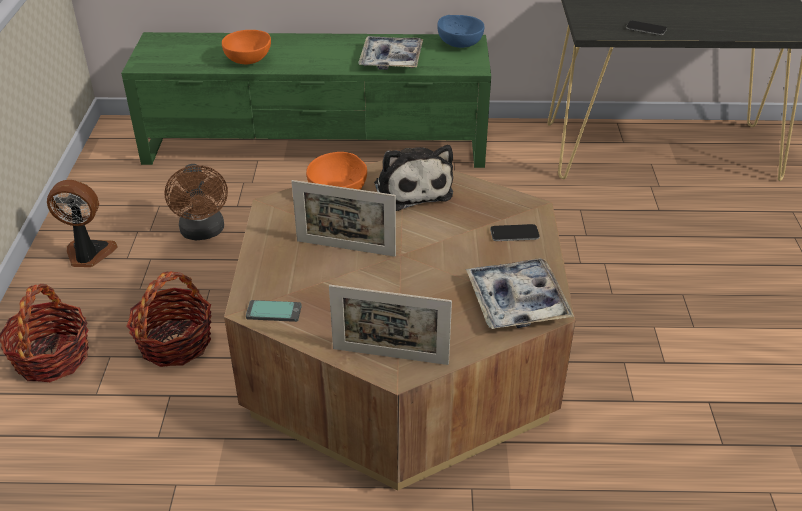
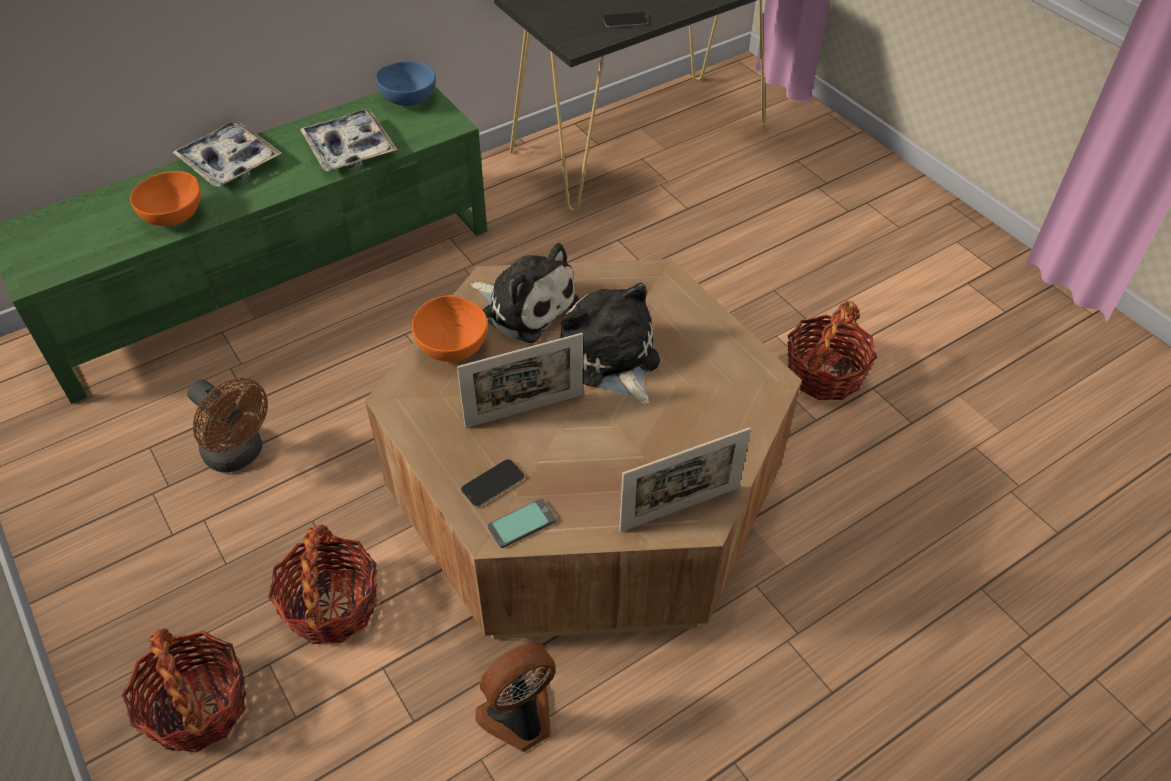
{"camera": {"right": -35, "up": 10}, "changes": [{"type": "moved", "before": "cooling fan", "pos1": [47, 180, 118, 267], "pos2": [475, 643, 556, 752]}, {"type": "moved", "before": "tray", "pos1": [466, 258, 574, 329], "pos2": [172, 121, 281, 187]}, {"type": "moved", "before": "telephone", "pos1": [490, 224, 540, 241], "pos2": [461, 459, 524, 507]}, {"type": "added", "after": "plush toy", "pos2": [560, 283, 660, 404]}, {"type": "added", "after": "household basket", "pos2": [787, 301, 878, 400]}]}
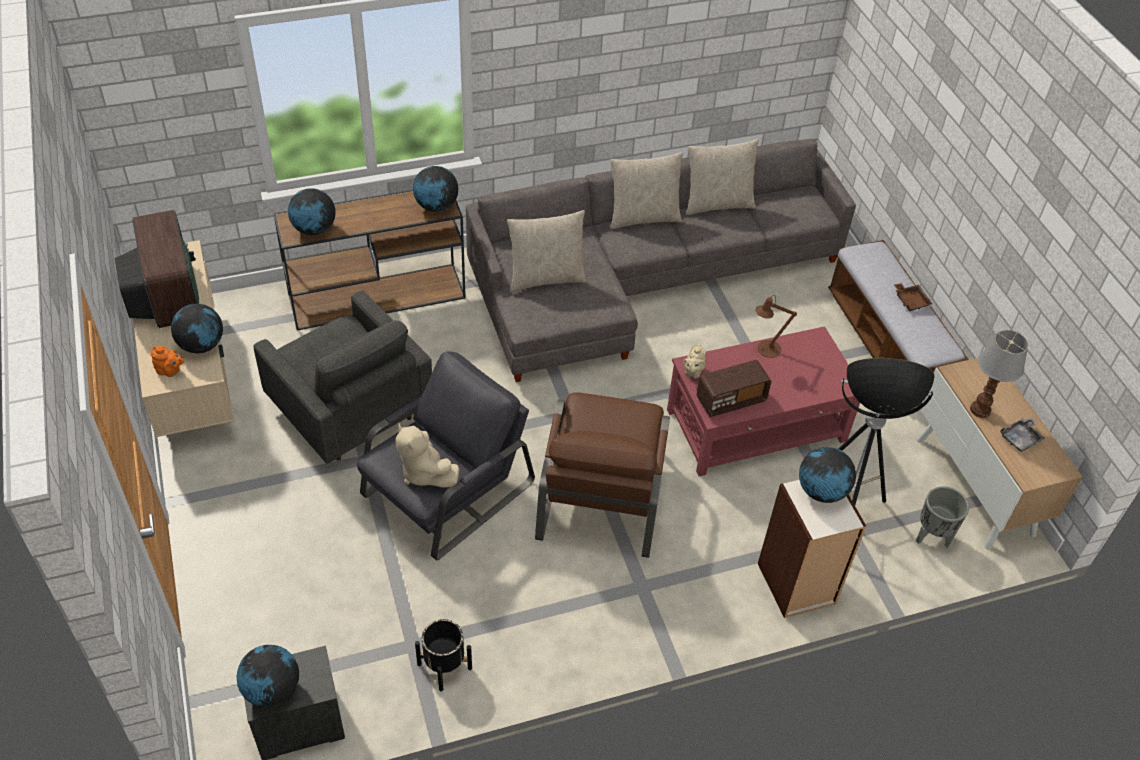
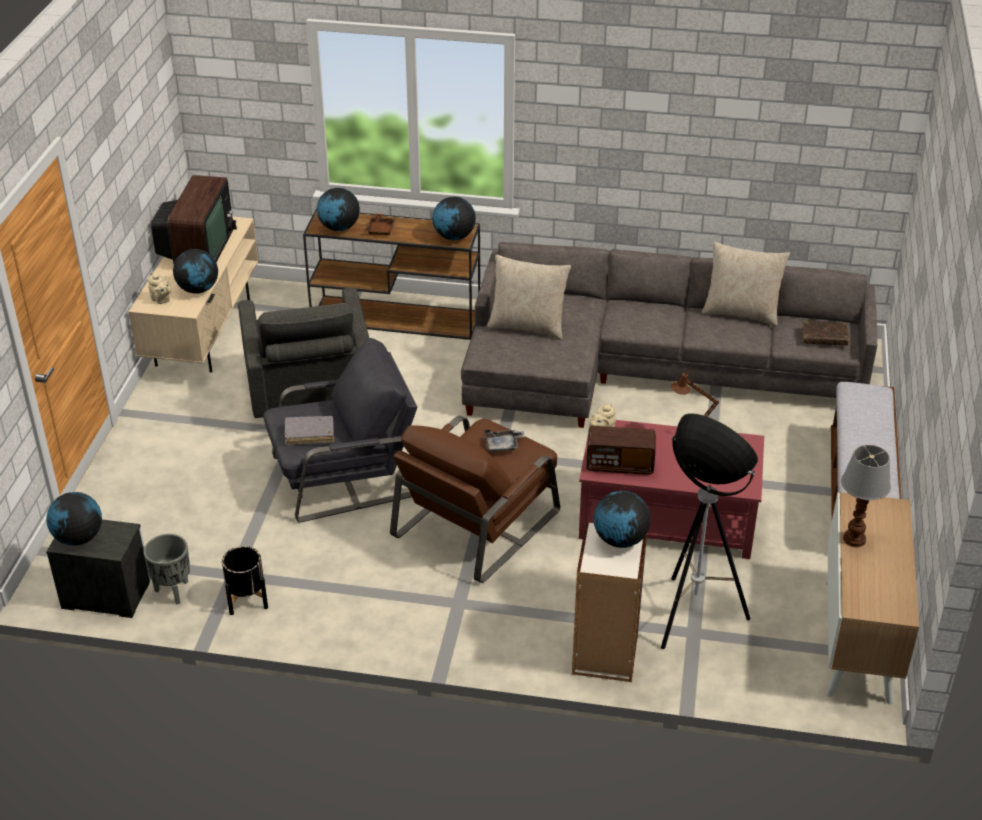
{"camera": {"right": 30, "up": -10}, "changes": [{"type": "recoloured", "before": "pot for tea in orange-coloured", "after": "pot for tea in beige-coloured", "pos1": [150, 346, 184, 377], "pos2": [148, 272, 171, 304]}, {"type": "replaced", "before": "plush toy in beige-coloured", "after": "book in gray", "pos1": [395, 424, 460, 488], "pos2": [285, 416, 334, 446]}, {"type": "removed", "before": "pillow in beige-coloured", "pos1": [610, 152, 683, 229]}, {"type": "moved", "before": "tray in brownish", "pos1": [894, 283, 932, 311], "pos2": [366, 213, 396, 236]}, {"type": "moved", "before": "plant pot in gray", "pos1": [916, 486, 969, 548], "pos2": [143, 534, 190, 605]}, {"type": "moved", "before": "tray in gray", "pos1": [1000, 417, 1045, 452], "pos2": [485, 429, 525, 452]}, {"type": "added", "after": "book in brownish", "pos2": [802, 320, 849, 346]}]}
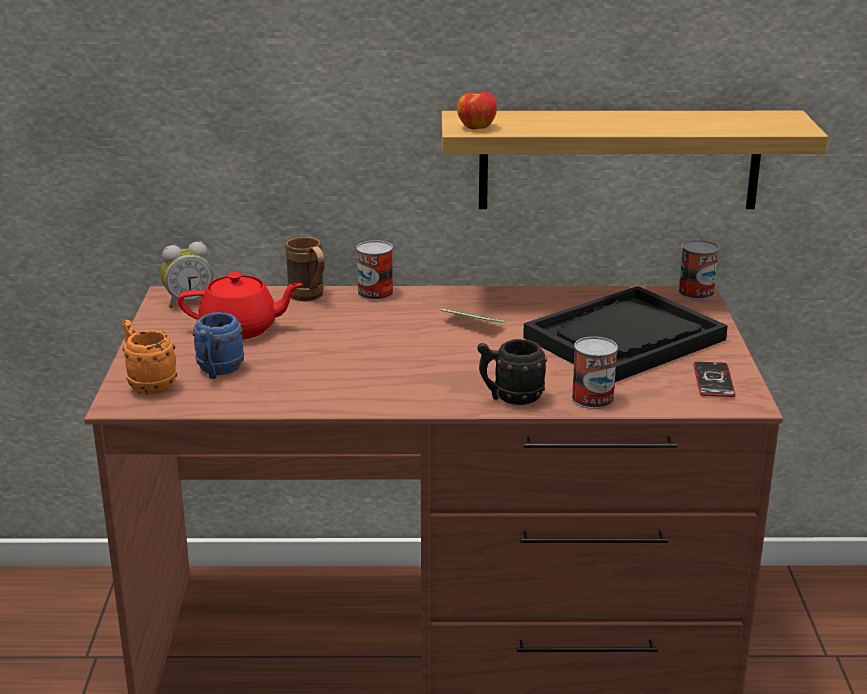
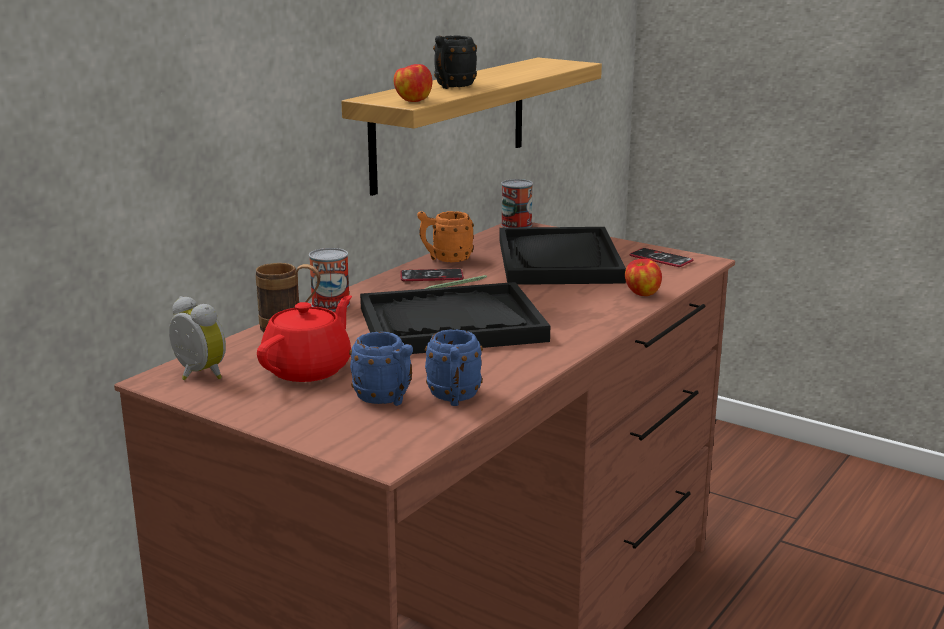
{"camera": {"right": -55, "up": -5}, "changes": [{"type": "moved", "before": "tea mug in orange-coloured", "pos1": [122, 320, 177, 394], "pos2": [417, 211, 474, 262]}, {"type": "turned", "before": "bedside clock", "pos1": [161, 242, 213, 308], "pos2": [169, 296, 226, 380], "turn": -60}, {"type": "moved", "before": "tea mug in blackish", "pos1": [477, 339, 547, 405], "pos2": [433, 35, 477, 89]}, {"type": "replaced", "before": "can", "after": "whole apple", "pos1": [572, 337, 618, 409], "pos2": [625, 259, 662, 296]}, {"type": "added", "after": "tray in blackish", "pos2": [360, 282, 550, 354]}, {"type": "added", "after": "telephone", "pos2": [400, 269, 464, 281]}, {"type": "added", "after": "tea mug in blue", "pos2": [425, 329, 483, 406]}]}
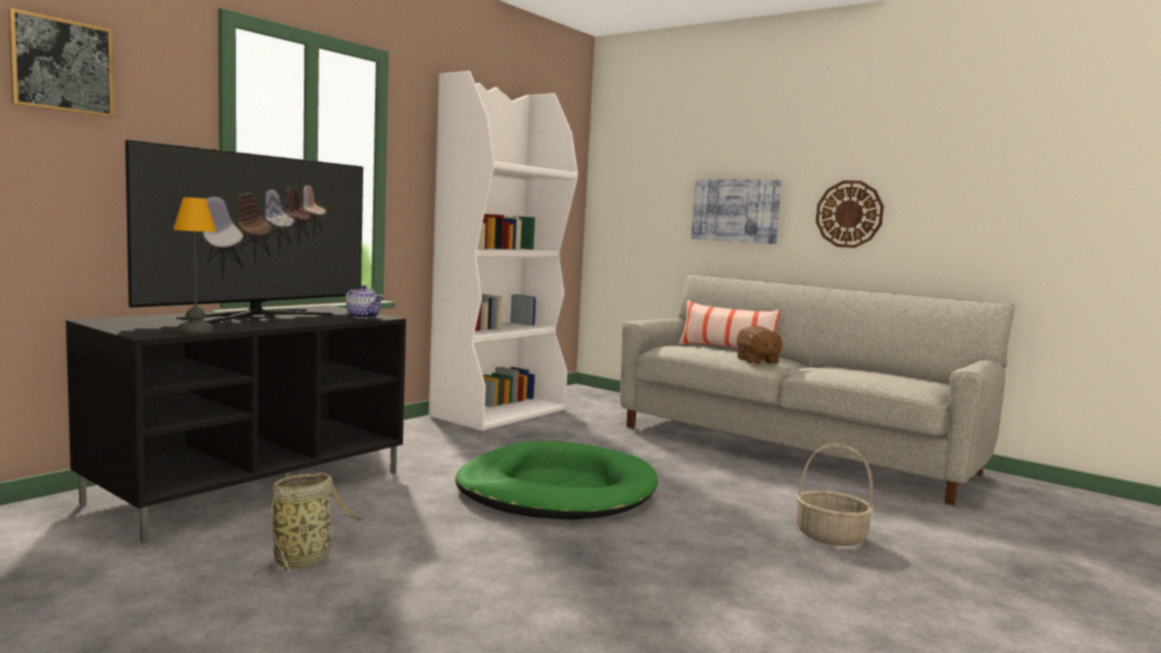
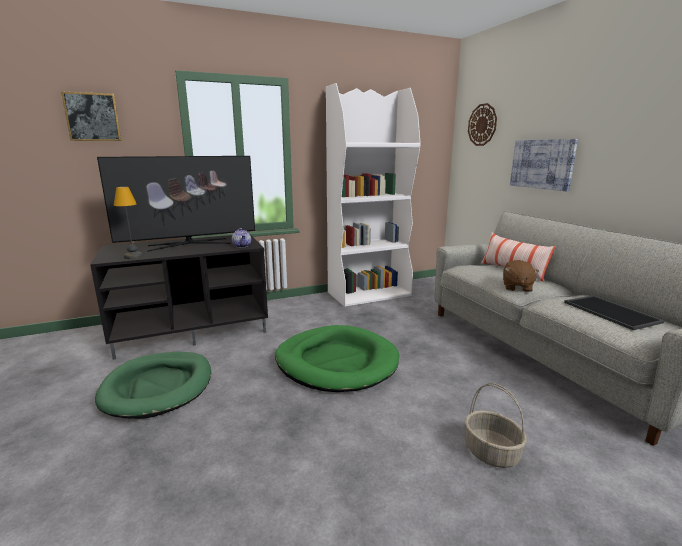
{"camera": {"right": 30, "up": 10}, "changes": [{"type": "replaced", "before": "household basket", "after": "dog bed in greenish", "pos1": [253, 473, 362, 577], "pos2": [95, 352, 211, 419]}, {"type": "moved", "before": "wall clock", "pos1": [816, 181, 884, 248], "pos2": [468, 103, 497, 146]}, {"type": "added", "after": "tray", "pos2": [564, 295, 664, 330]}]}
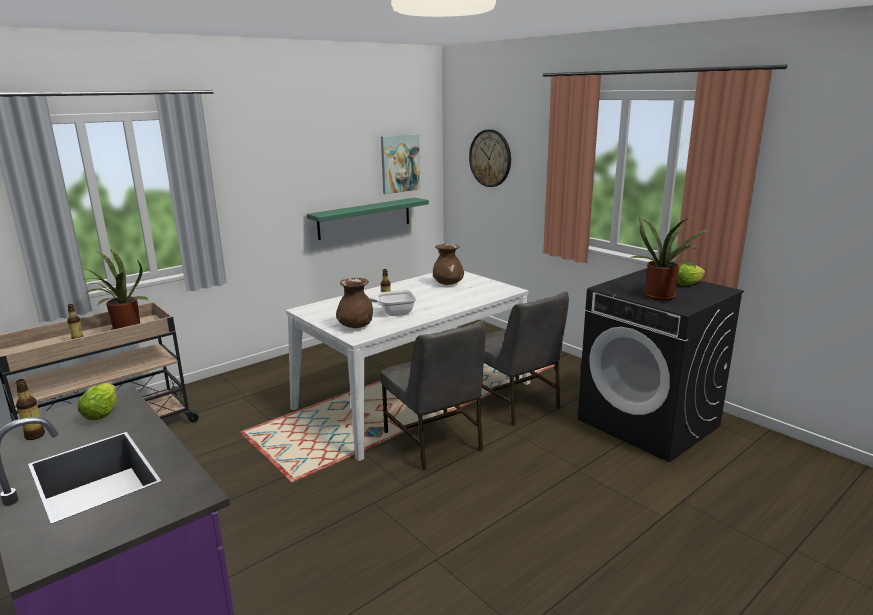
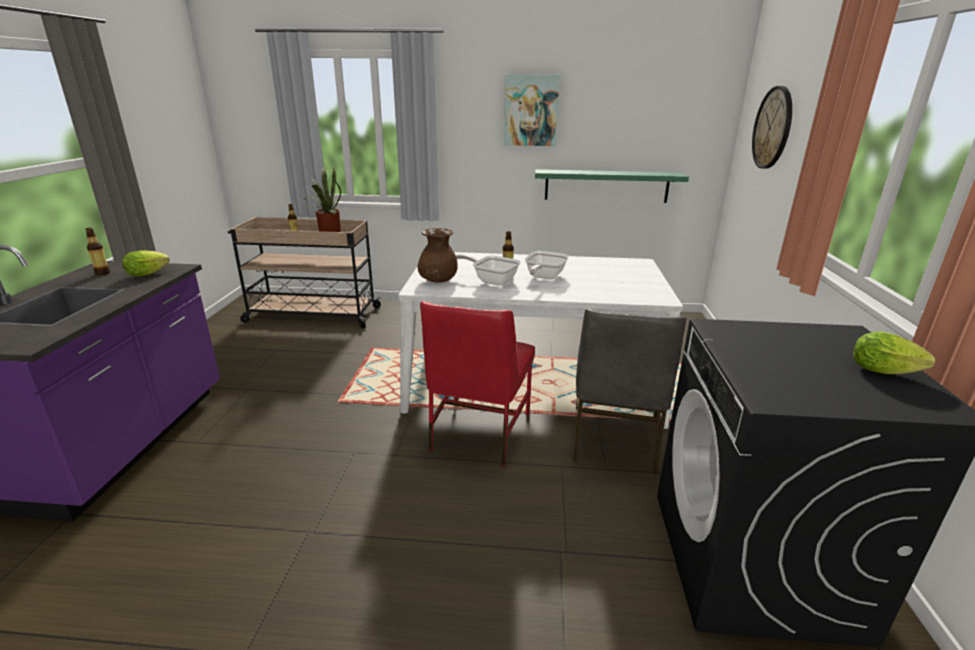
{"camera": {"right": 45, "up": 5}, "changes": [{"type": "recoloured", "before": "chair in gray", "after": "chair in red", "pos1": [380, 320, 486, 470], "pos2": [420, 301, 535, 466]}, {"type": "moved", "before": "picture", "pos1": [381, 134, 420, 194], "pos2": [504, 74, 560, 146]}, {"type": "removed", "before": "flower vase in brownish", "pos1": [433, 244, 464, 285]}, {"type": "removed", "before": "potted plant", "pos1": [630, 216, 710, 301]}, {"type": "added", "after": "pan", "pos2": [525, 251, 569, 280]}]}
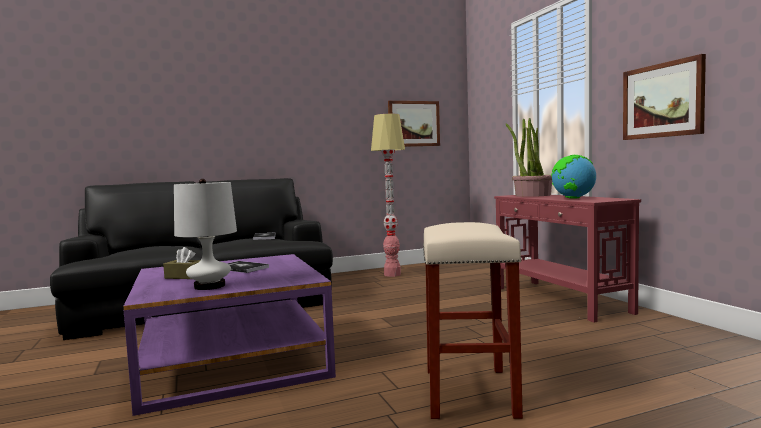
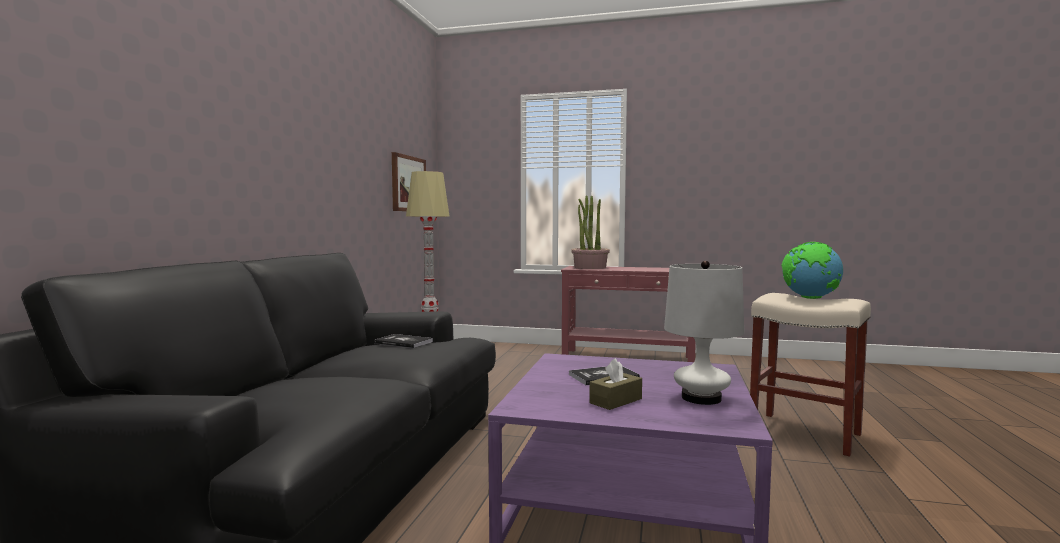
{"camera": {"right": -55, "up": 0}, "changes": [{"type": "moved", "before": "globe", "pos1": [551, 155, 596, 199], "pos2": [781, 242, 843, 299]}, {"type": "removed", "before": "picture", "pos1": [623, 54, 706, 140]}]}
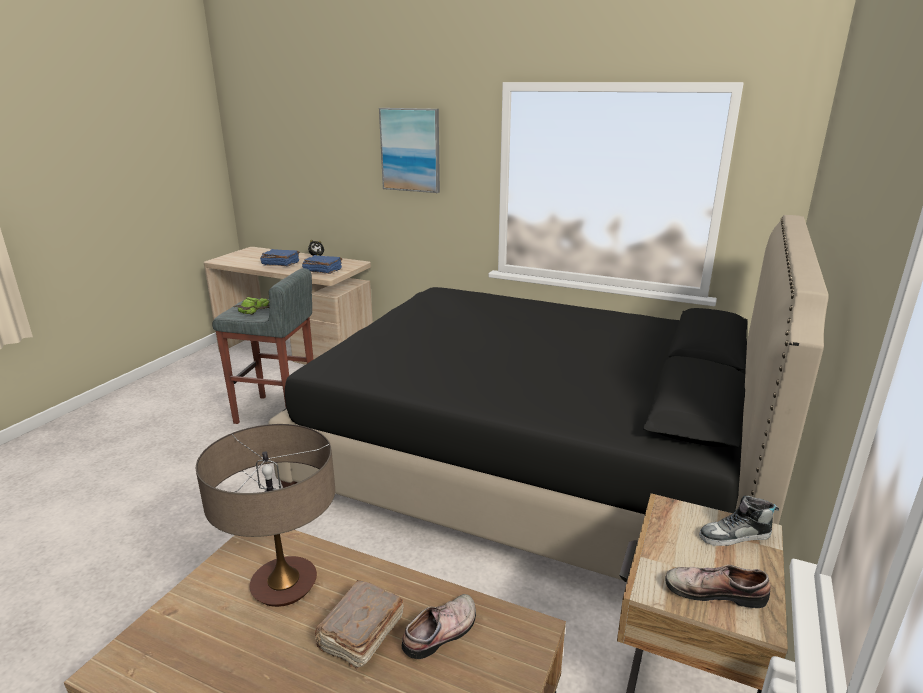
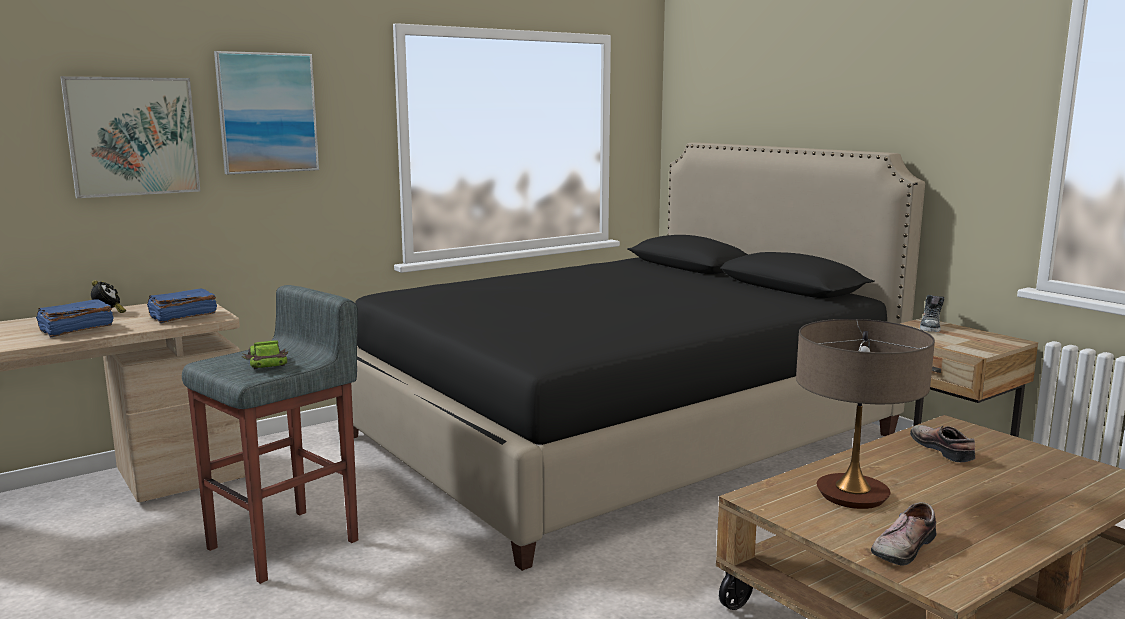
{"camera": {"right": -60, "up": -10}, "changes": [{"type": "removed", "before": "book in brownish", "pos1": [315, 580, 404, 670]}, {"type": "moved", "before": "shoe", "pos1": [665, 565, 771, 608], "pos2": [871, 502, 937, 566]}, {"type": "added", "after": "picture", "pos2": [60, 76, 200, 198]}]}
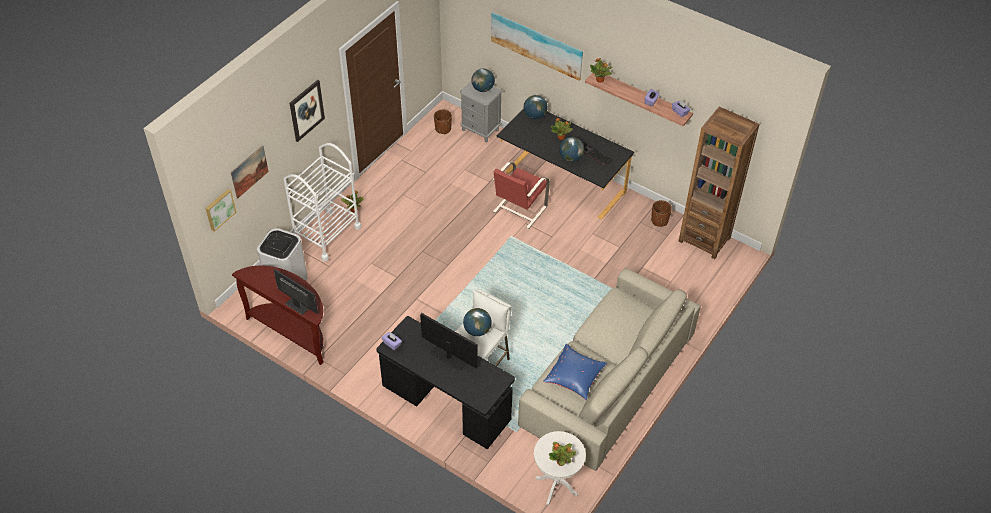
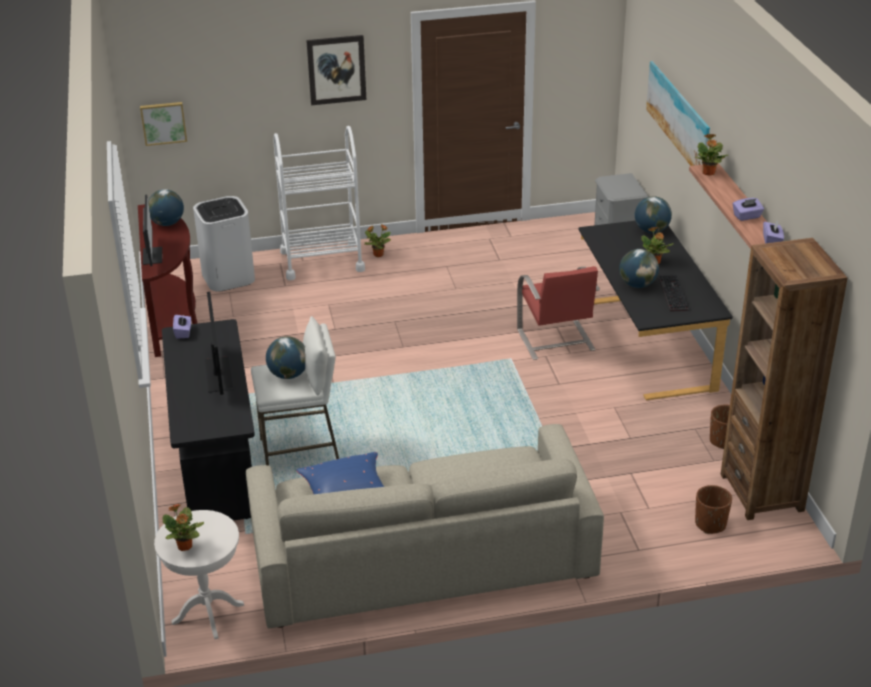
{"camera": {"right": 45, "up": -15}, "changes": [{"type": "removed", "before": "picture", "pos1": [231, 145, 269, 199]}, {"type": "moved", "before": "plant pot in brownish", "pos1": [434, 109, 452, 134], "pos2": [695, 485, 732, 534]}, {"type": "moved", "before": "globe", "pos1": [471, 69, 495, 92], "pos2": [148, 189, 184, 226]}, {"type": "turned", "before": "chair in red", "pos1": [493, 161, 550, 229], "pos2": [517, 266, 600, 360], "turn": -90}]}
